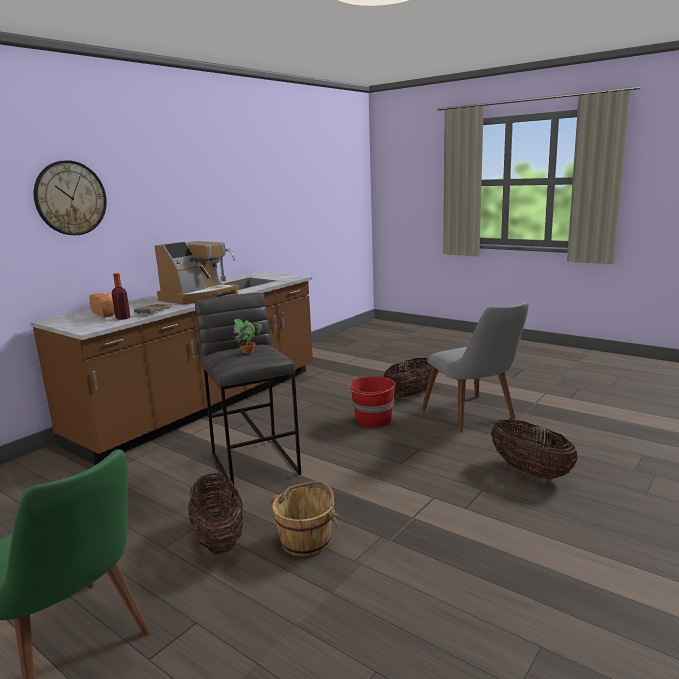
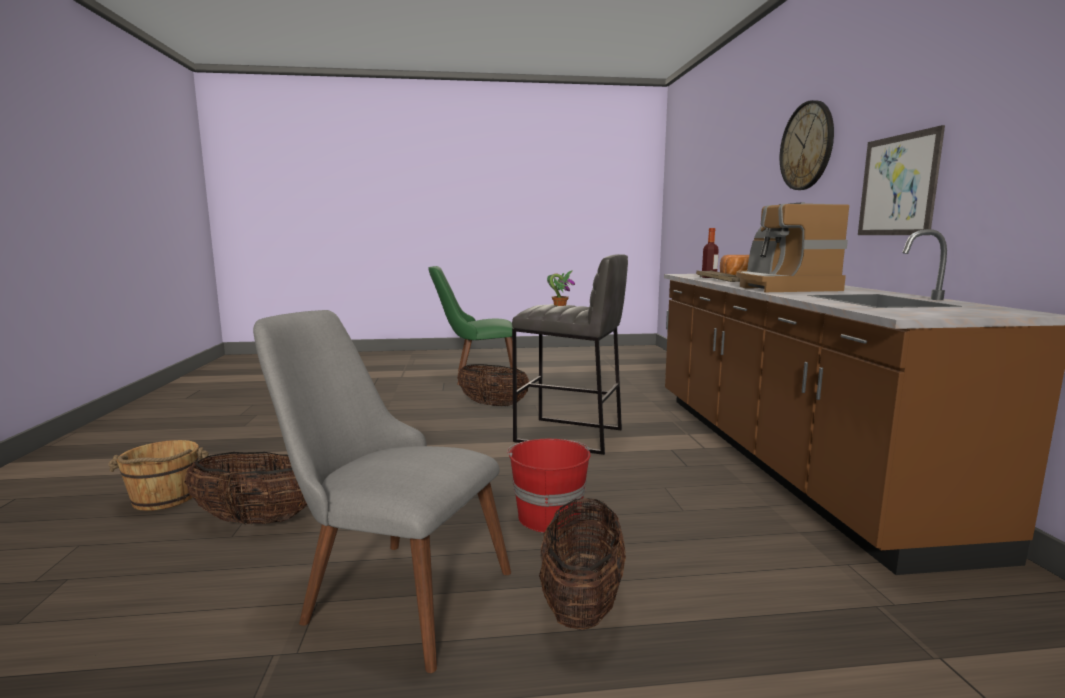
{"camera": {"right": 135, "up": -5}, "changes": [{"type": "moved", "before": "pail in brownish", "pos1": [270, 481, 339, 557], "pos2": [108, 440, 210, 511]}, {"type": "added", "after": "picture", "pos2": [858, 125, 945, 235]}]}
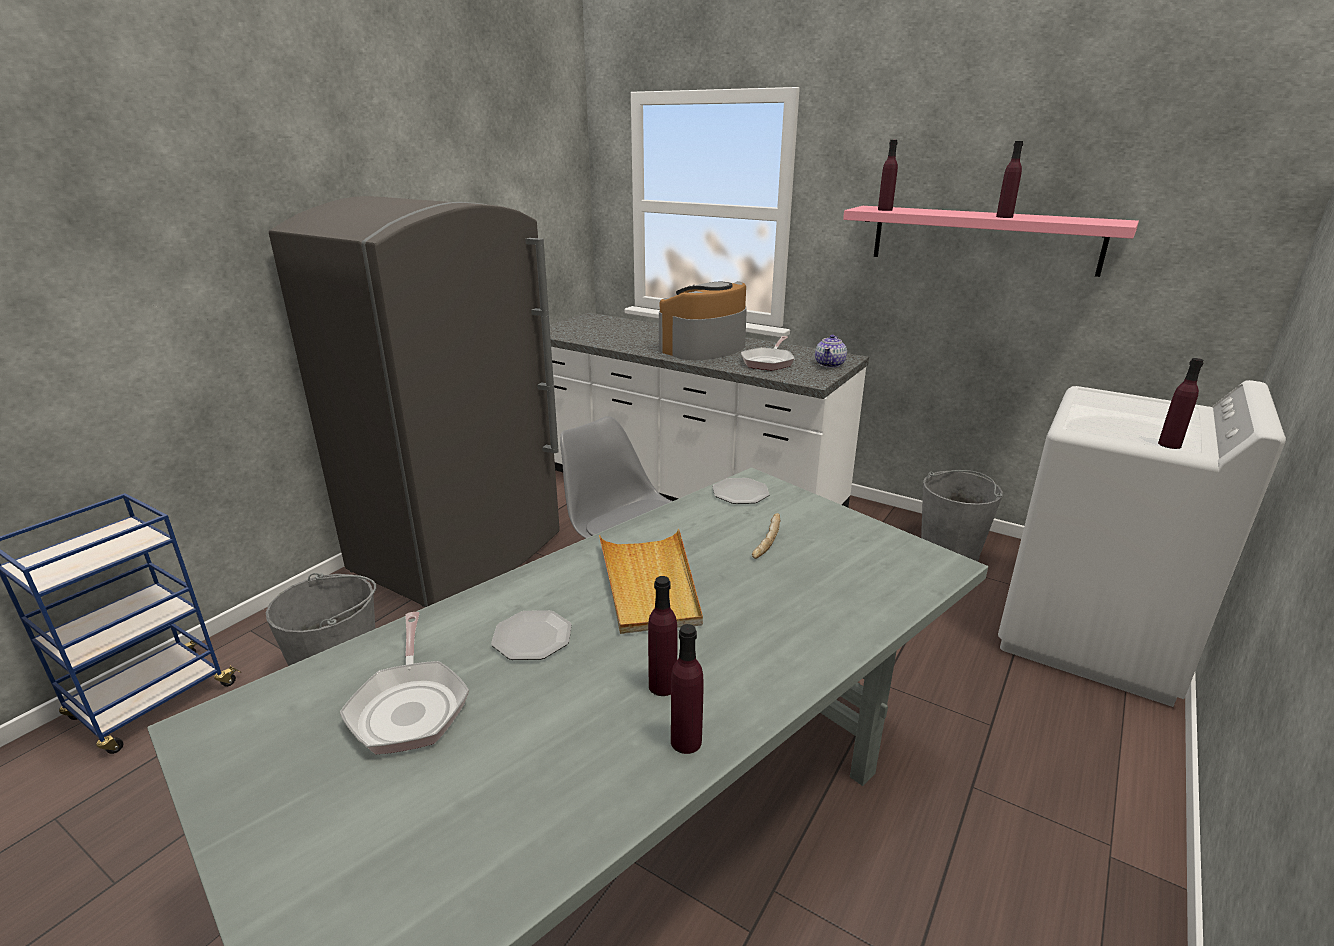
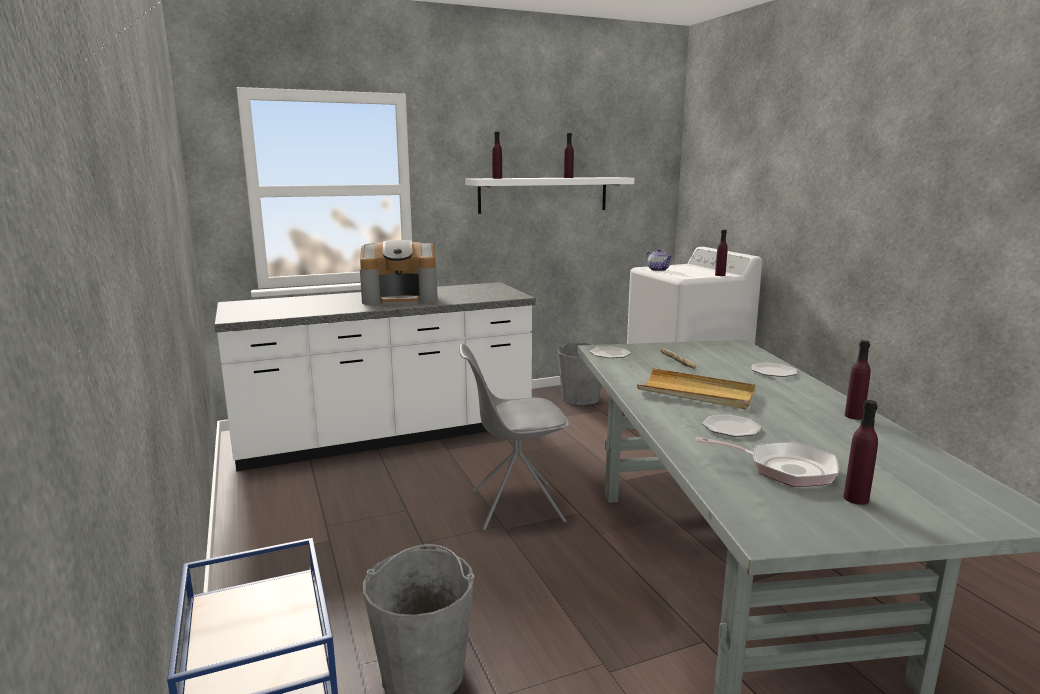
{"camera": {"right": -55, "up": -10}, "changes": [{"type": "removed", "before": "fridge in gray", "pos1": [269, 196, 560, 607]}, {"type": "moved", "before": "drink bottle in purple-coloured", "pos1": [648, 576, 677, 696], "pos2": [843, 400, 878, 505]}, {"type": "turned", "before": "coffee brewer", "pos1": [659, 281, 747, 360], "pos2": [360, 240, 438, 305], "turn": -90}, {"type": "removed", "before": "pan", "pos1": [741, 336, 795, 371]}, {"type": "moved", "before": "pot for tea", "pos1": [815, 335, 847, 368], "pos2": [646, 249, 672, 271]}, {"type": "recoloured", "before": "wall shelf in pink", "after": "wall shelf in white-coloured", "pos1": [843, 206, 1139, 277], "pos2": [465, 177, 634, 214]}, {"type": "added", "after": "plate", "pos2": [751, 363, 797, 377]}]}
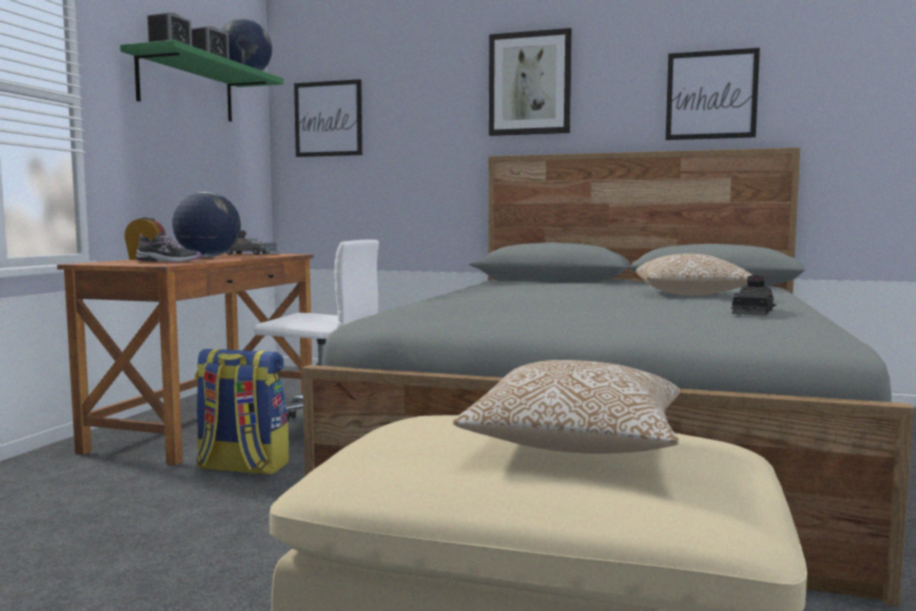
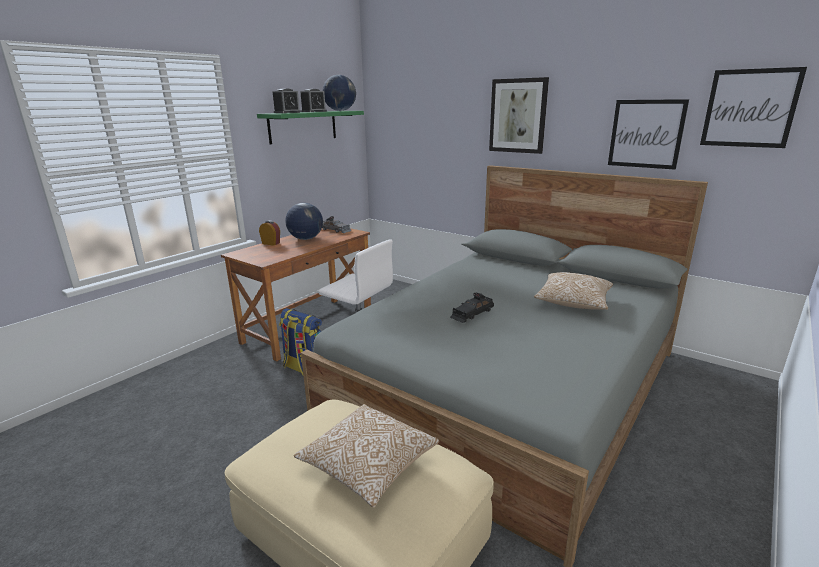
{"camera": {"right": 20, "up": 15}, "changes": [{"type": "removed", "before": "shoe", "pos1": [136, 232, 201, 262]}, {"type": "moved", "before": "picture", "pos1": [294, 79, 362, 157], "pos2": [700, 67, 807, 148]}, {"type": "moved", "before": "toy car in blackish", "pos1": [731, 275, 777, 316], "pos2": [450, 293, 494, 323]}]}
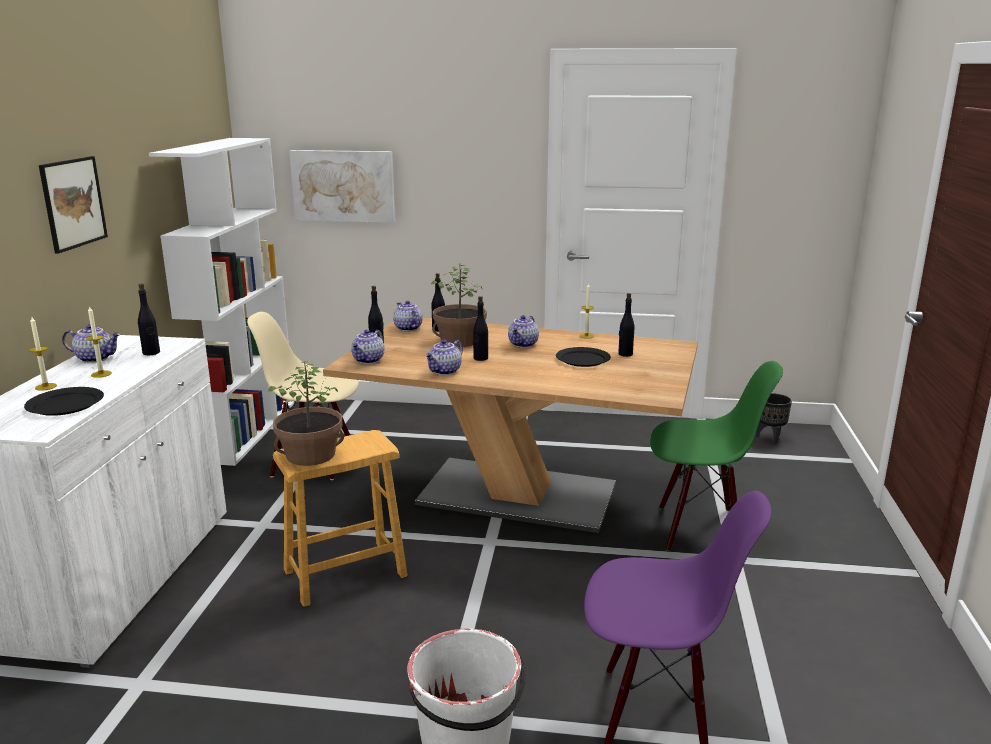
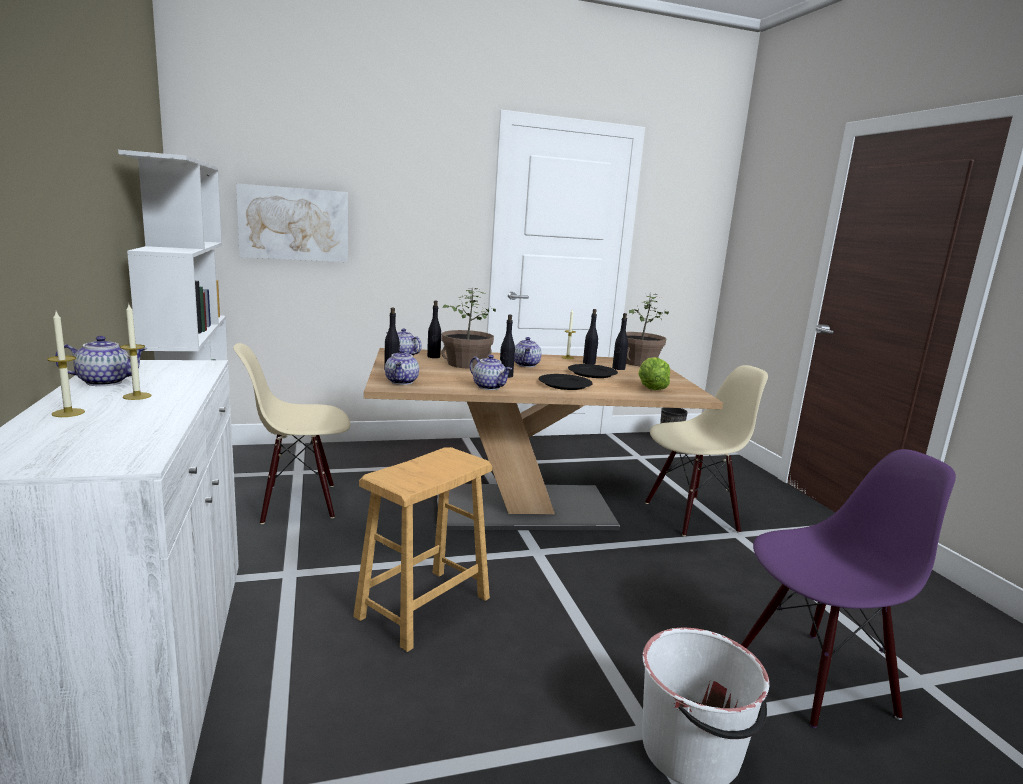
{"camera": {"right": -25, "up": -5}, "changes": [{"type": "moved", "before": "plate in blackish", "pos1": [24, 387, 104, 416], "pos2": [539, 374, 593, 390]}, {"type": "removed", "before": "picture", "pos1": [39, 156, 108, 254]}, {"type": "moved", "before": "drink bottle in blackish", "pos1": [138, 284, 160, 355], "pos2": [583, 309, 598, 365]}, {"type": "moved", "before": "potted plant", "pos1": [268, 361, 344, 466], "pos2": [618, 294, 669, 366]}, {"type": "turned", "before": "pot for tea", "pos1": [425, 340, 463, 375], "pos2": [470, 355, 512, 390], "turn": -60}, {"type": "recoloured", "before": "chair in greenish", "after": "chair in beige-coloured", "pos1": [650, 361, 783, 552], "pos2": [645, 365, 768, 536]}, {"type": "added", "after": "head of lettuce", "pos2": [638, 357, 670, 390]}]}
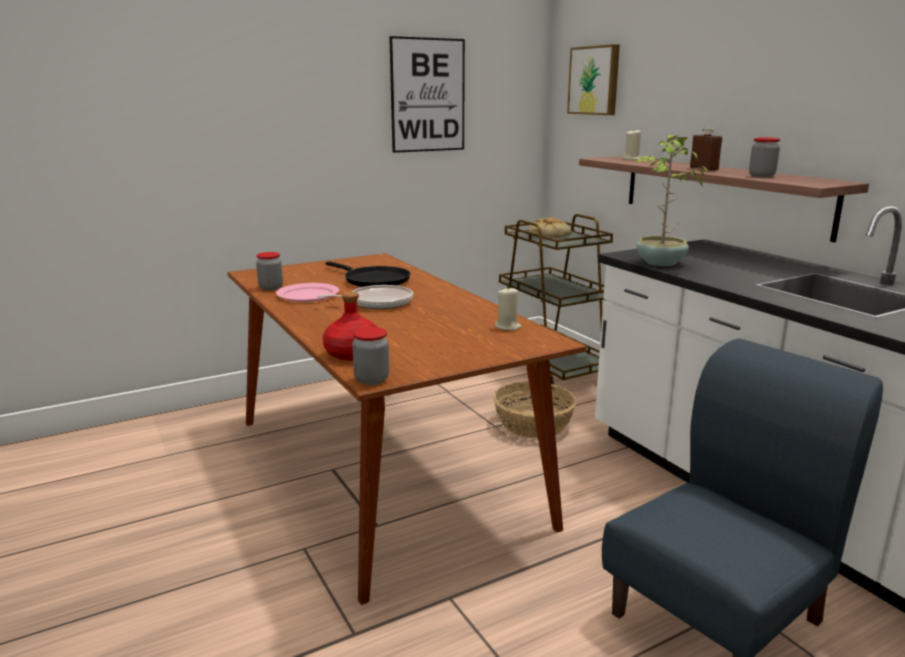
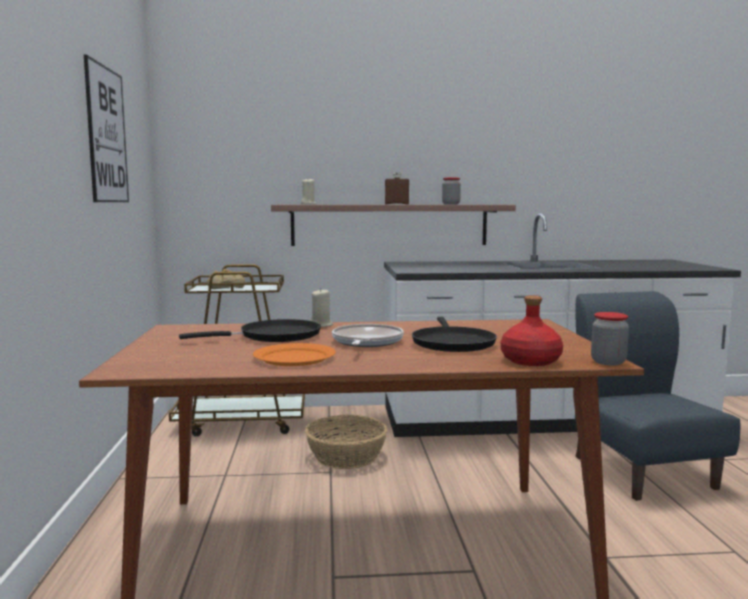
{"camera": {"right": -65, "up": -10}, "changes": [{"type": "removed", "before": "preserve jar", "pos1": [256, 252, 283, 291]}, {"type": "recoloured", "before": "plate in pink", "after": "plate in orange-coloured", "pos1": [276, 283, 339, 302], "pos2": [253, 343, 336, 366]}, {"type": "moved", "before": "wax light in beige-coloured", "pos1": [494, 286, 522, 331], "pos2": [310, 288, 333, 327]}, {"type": "removed", "before": "picture", "pos1": [567, 44, 620, 115]}, {"type": "removed", "before": "potted plant", "pos1": [636, 135, 708, 266]}, {"type": "added", "after": "pan in blackish", "pos2": [412, 317, 497, 352]}]}
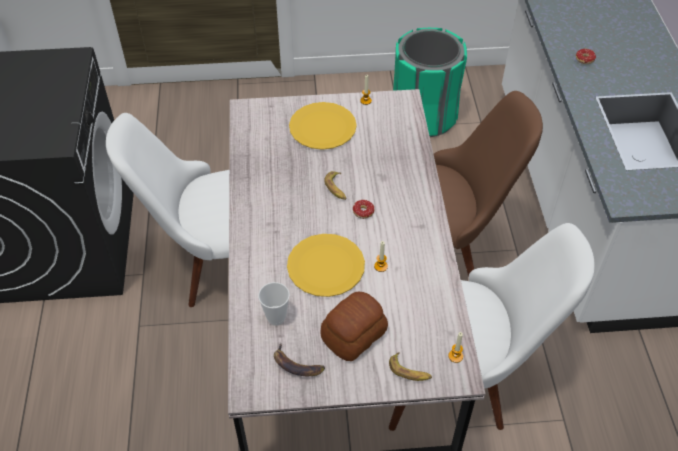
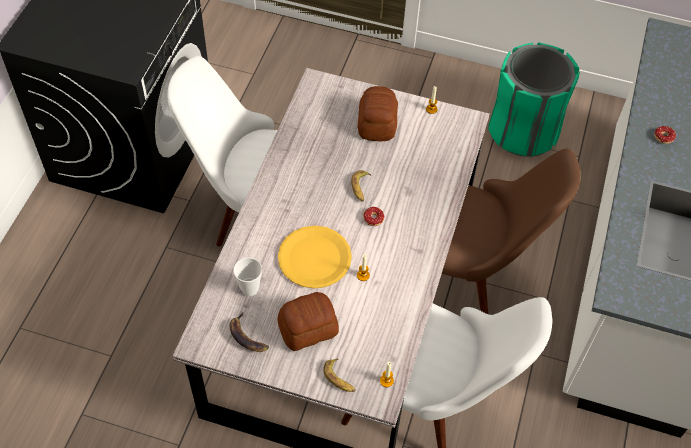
{"camera": {"right": 20, "up": 5}, "changes": [{"type": "replaced", "before": "plate in yellow-coloured", "after": "bakery bread", "pos1": [289, 102, 357, 150], "pos2": [358, 86, 398, 141]}]}
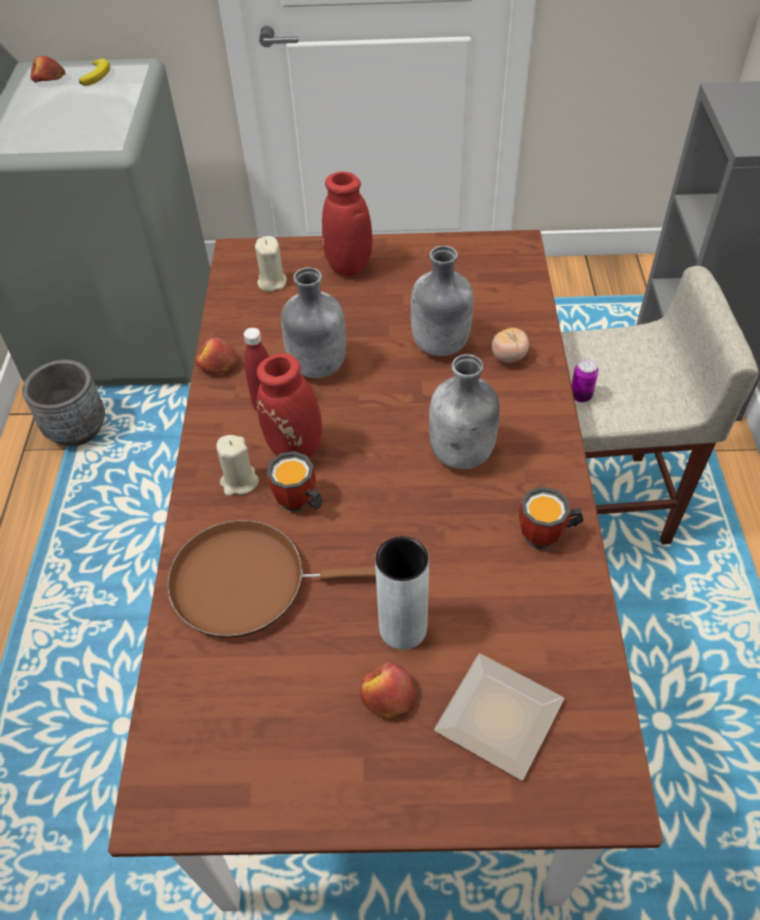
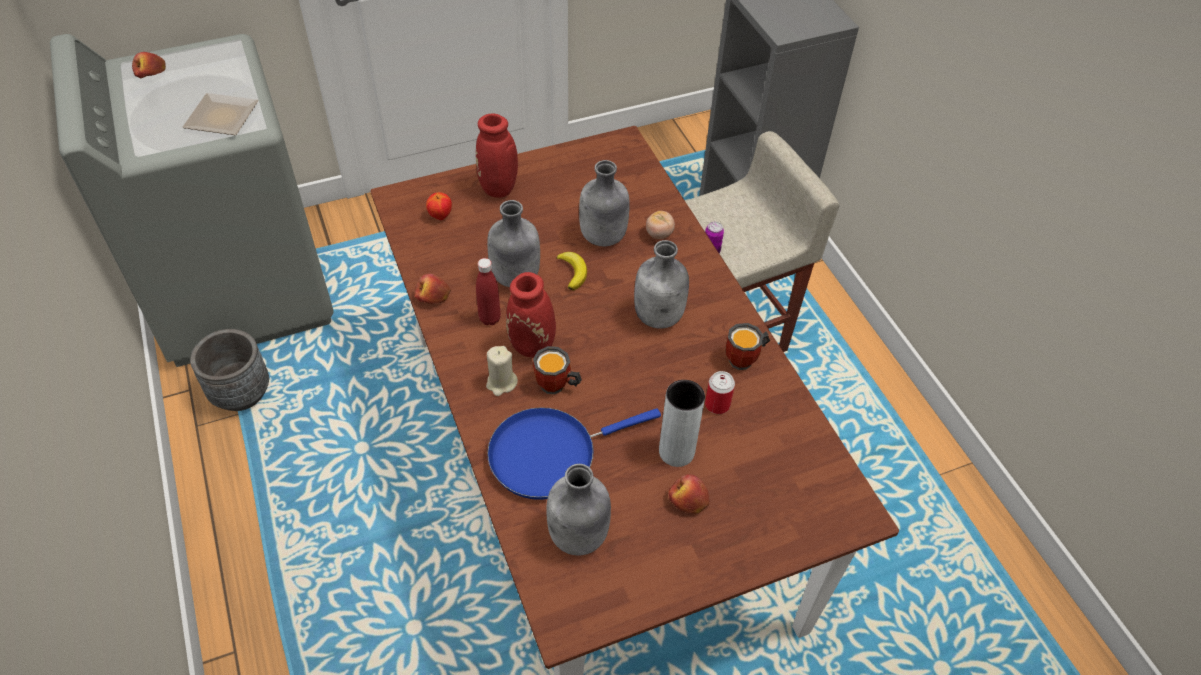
{"camera": {"right": -25, "up": 0}, "changes": [{"type": "moved", "before": "banana fruit", "pos1": [79, 59, 110, 86], "pos2": [556, 252, 587, 290]}, {"type": "recoloured", "before": "pan in brownish", "after": "pan in blue", "pos1": [167, 520, 376, 638], "pos2": [487, 407, 661, 500]}, {"type": "replaced", "before": "wax light in beige-coloured", "after": "whole apple", "pos1": [255, 236, 287, 292], "pos2": [426, 192, 452, 220]}, {"type": "moved", "before": "plate", "pos1": [434, 653, 564, 780], "pos2": [183, 93, 259, 135]}, {"type": "added", "after": "drink bottle in gray", "pos2": [546, 464, 611, 555]}, {"type": "added", "after": "can", "pos2": [705, 371, 735, 414]}]}
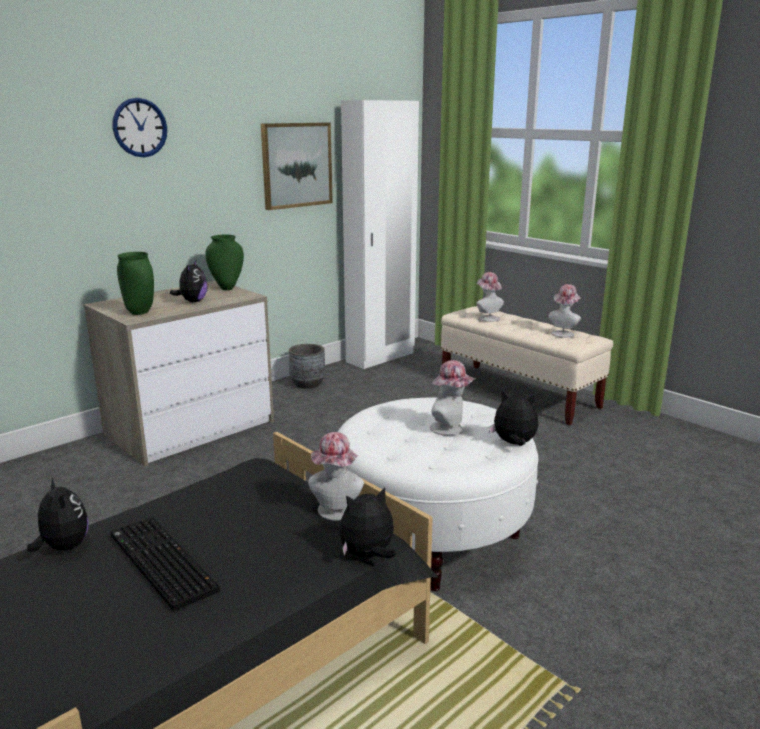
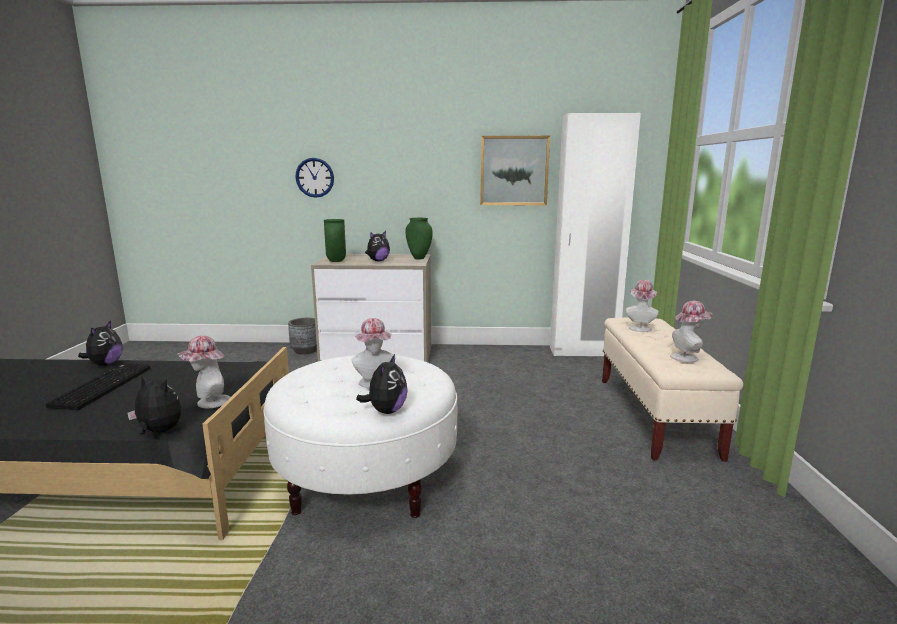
{"camera": {"right": 45, "up": -5}, "changes": [{"type": "moved", "before": "wall clock", "pos1": [112, 98, 167, 157], "pos2": [295, 158, 334, 198]}, {"type": "moved", "before": "plant pot in gray", "pos1": [289, 344, 325, 389], "pos2": [288, 318, 317, 355]}, {"type": "turned", "before": "plush toy", "pos1": [489, 390, 539, 446], "pos2": [356, 354, 408, 414], "turn": 45}]}
